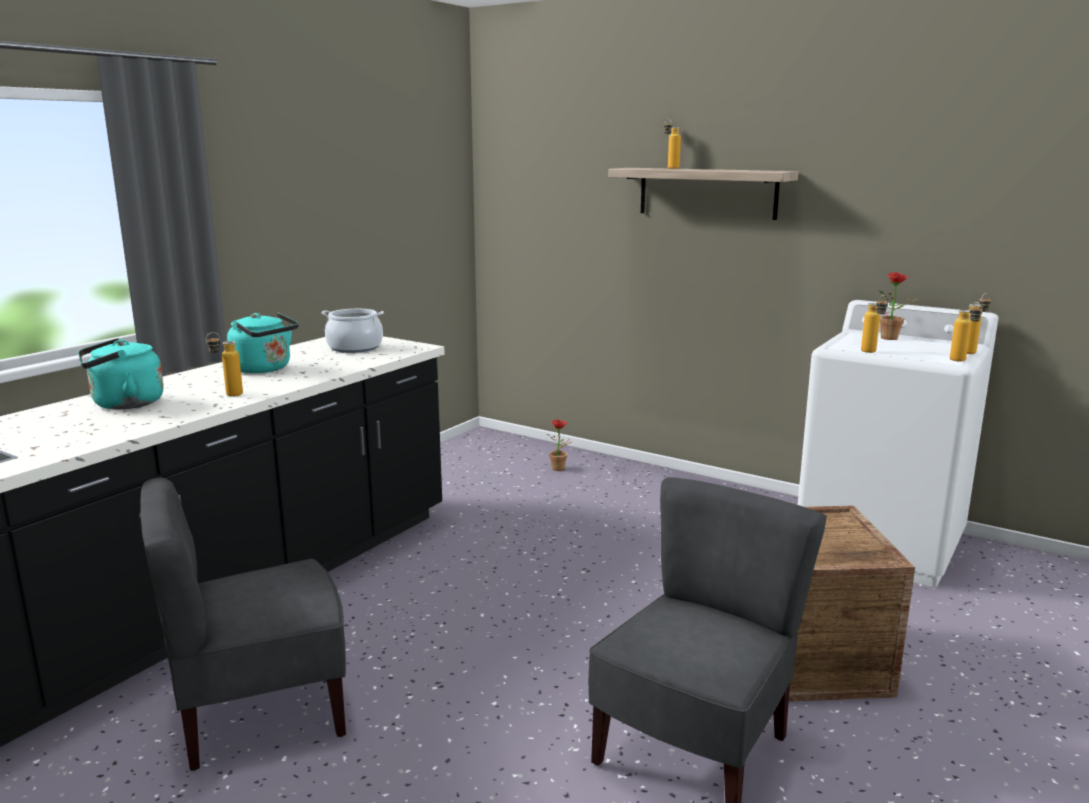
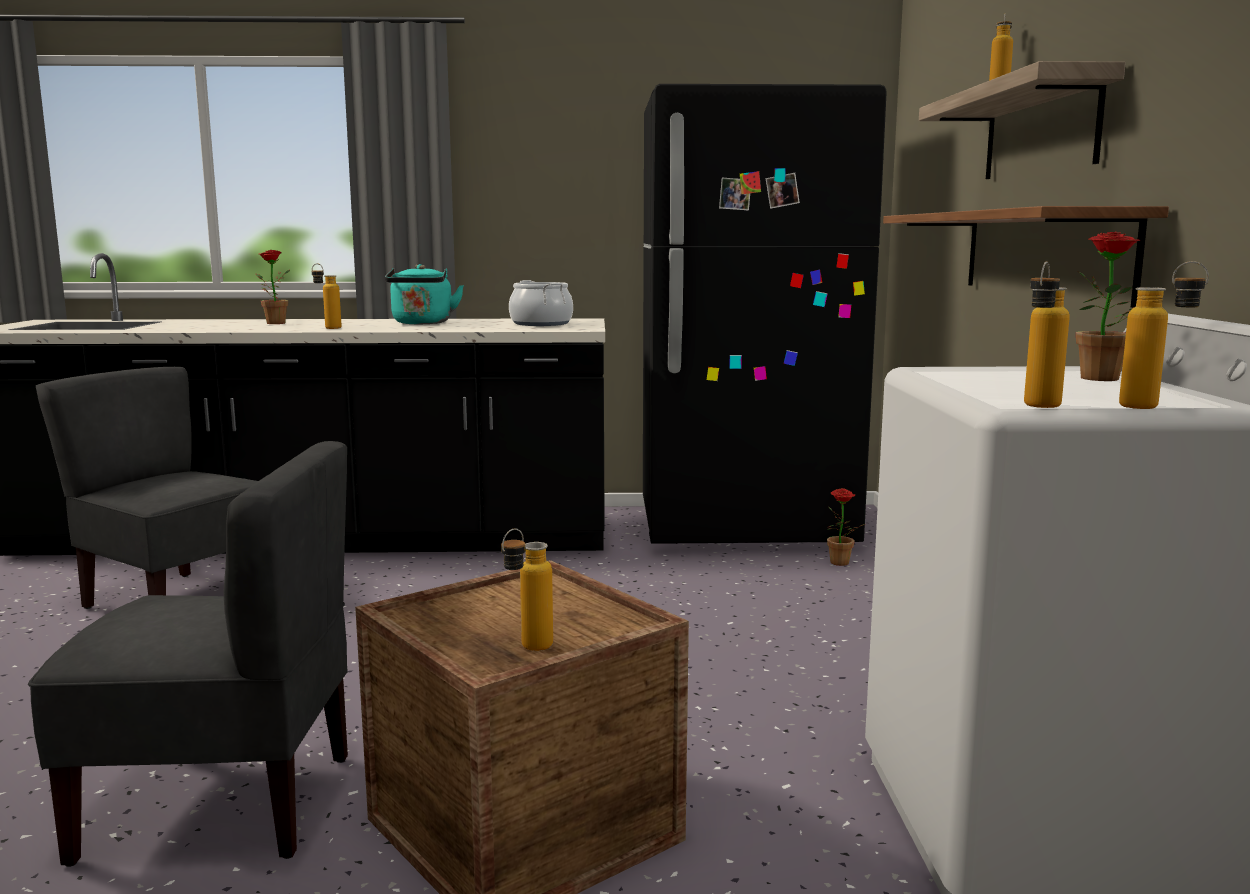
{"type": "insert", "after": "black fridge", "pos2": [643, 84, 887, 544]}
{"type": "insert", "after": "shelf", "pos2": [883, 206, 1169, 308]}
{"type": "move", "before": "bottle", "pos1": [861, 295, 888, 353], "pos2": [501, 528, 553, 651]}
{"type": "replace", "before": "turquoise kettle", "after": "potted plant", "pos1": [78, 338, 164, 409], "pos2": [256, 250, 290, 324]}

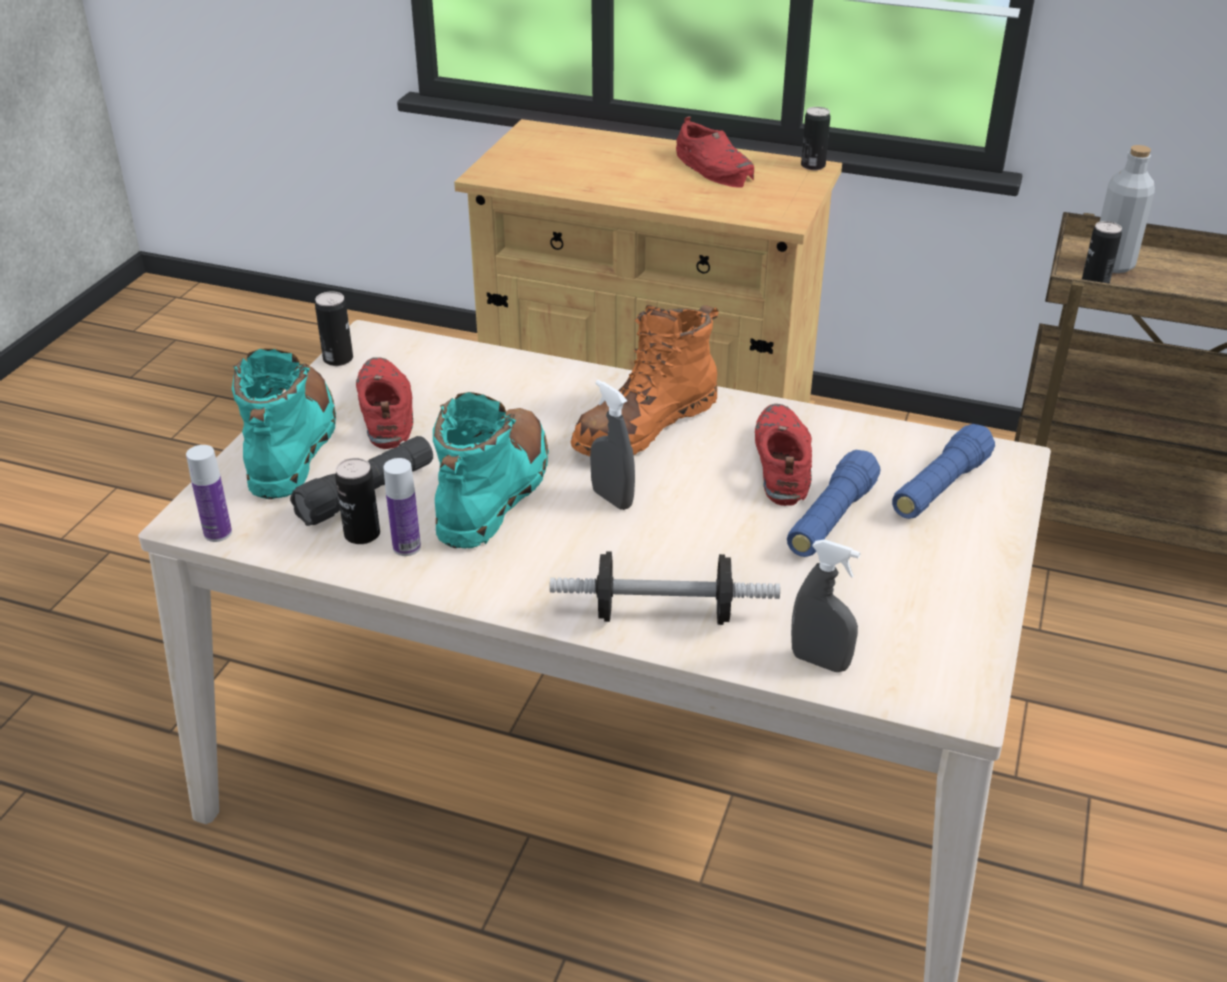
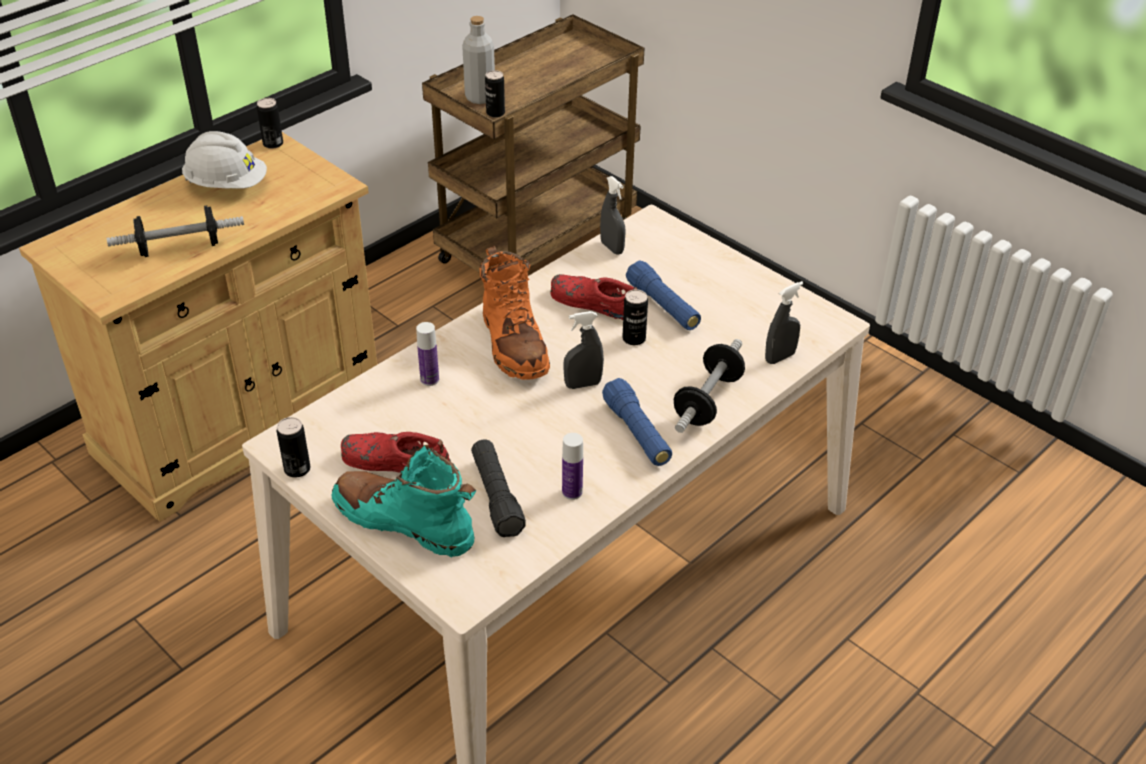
{"type": "delete", "before": "turquoise boot", "pos1": [433, 392, 549, 549]}
{"type": "insert", "after": "dumbbell", "pos2": [106, 206, 244, 257]}
{"type": "insert", "after": "grey spray bottle", "pos2": [600, 176, 626, 255]}
{"type": "move", "before": "bottle", "pos1": [186, 445, 232, 542], "pos2": [416, 322, 439, 386]}
{"type": "move", "before": "can", "pos1": [335, 458, 380, 544], "pos2": [622, 289, 648, 345]}
{"type": "move", "before": "blue flashlight", "pos1": [892, 424, 995, 519], "pos2": [602, 378, 672, 466]}
{"type": "replace", "before": "red shoe", "after": "white hard hat", "pos1": [676, 116, 754, 188], "pos2": [182, 131, 267, 189]}

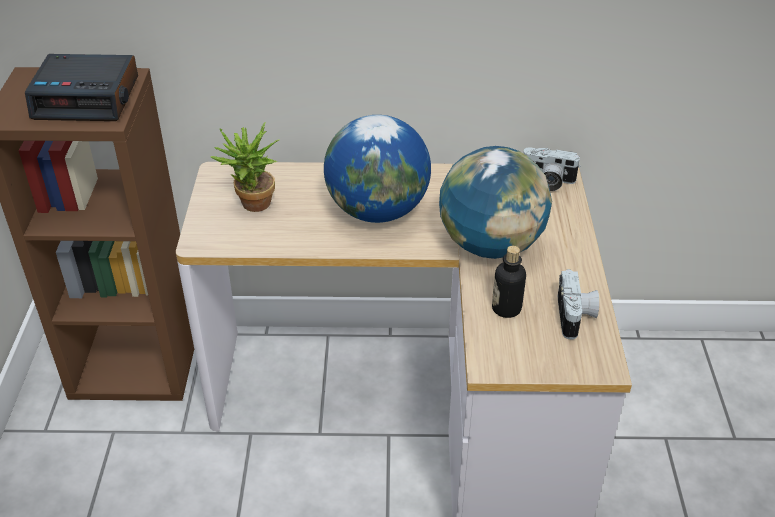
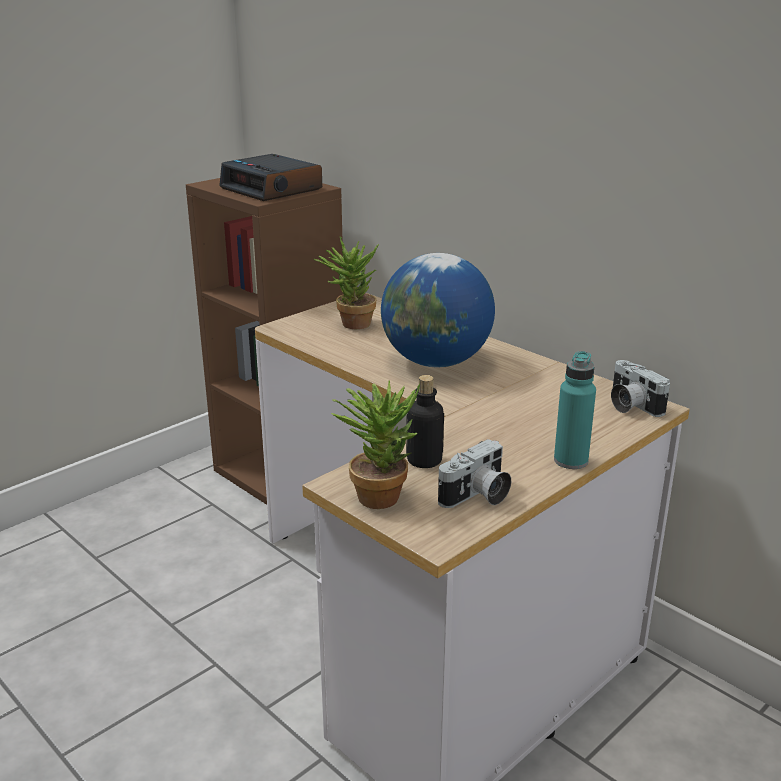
{"type": "delete", "before": "globe", "pos1": [439, 146, 552, 259]}
{"type": "insert", "after": "potted plant", "pos2": [331, 380, 420, 509]}
{"type": "insert", "after": "turquoise bottle", "pos2": [554, 351, 596, 469]}

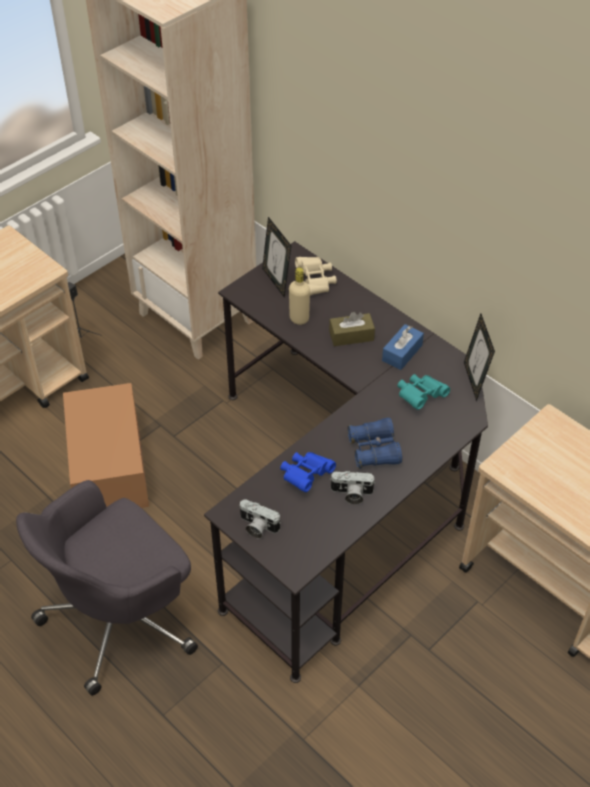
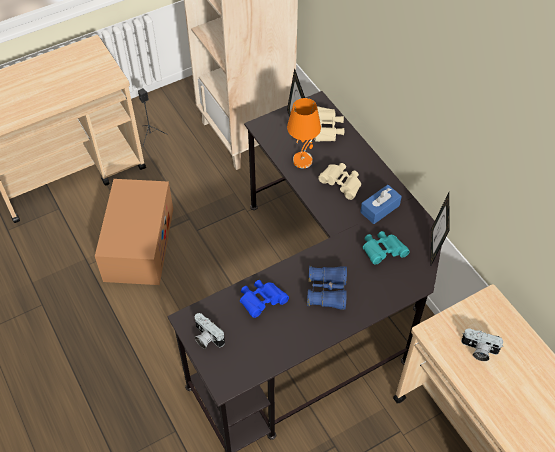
{"type": "delete", "before": "grey office chair", "pos1": [16, 480, 198, 696]}
{"type": "move", "before": "photo camera", "pos1": [330, 471, 376, 504], "pos2": [461, 328, 503, 361]}
{"type": "replace", "before": "beige bottle", "after": "orange table lamp", "pos1": [289, 267, 310, 325], "pos2": [287, 98, 321, 168]}
{"type": "replace", "before": "brown tissue box", "after": "beige binoculars", "pos1": [329, 312, 375, 346], "pos2": [318, 163, 361, 200]}

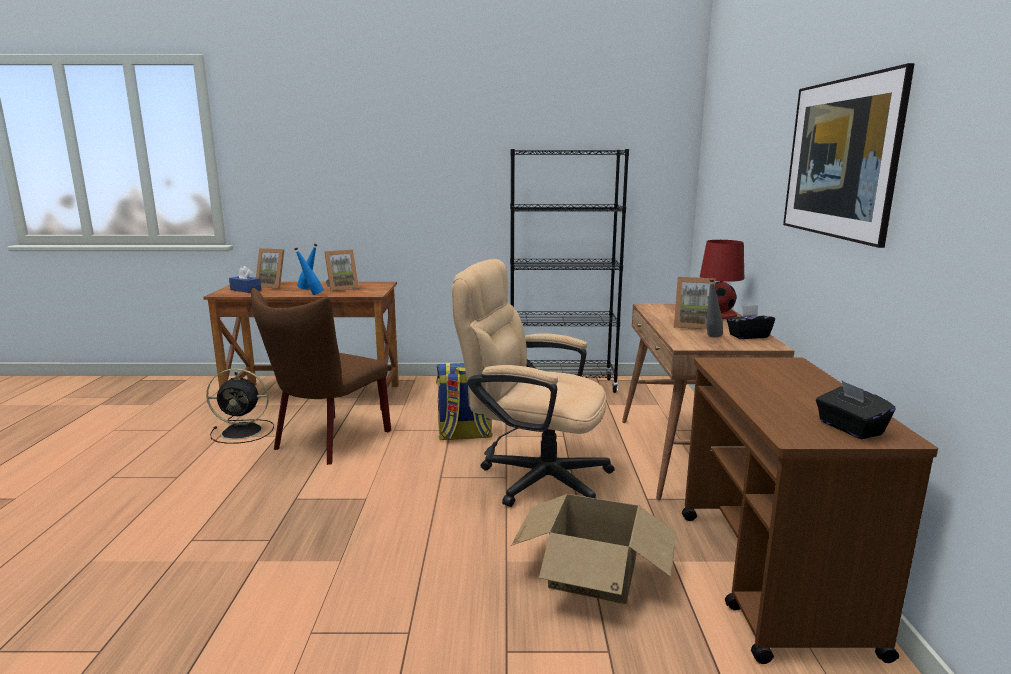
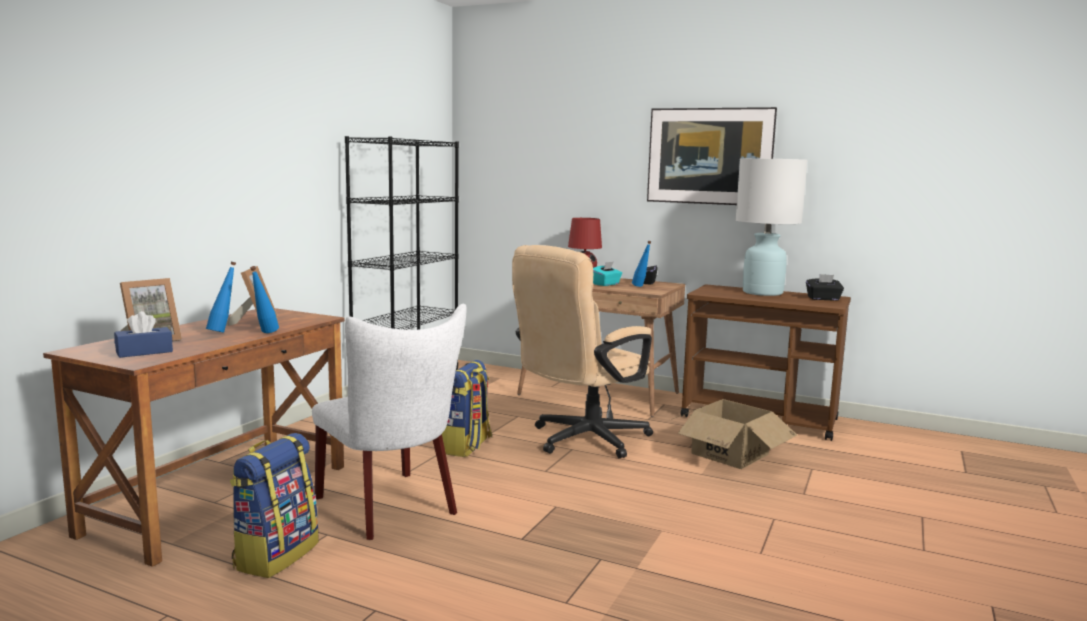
{"type": "insert", "after": "white table lamp", "pos2": [736, 158, 808, 296]}
{"type": "replace", "before": "black fan", "after": "backpack", "pos1": [206, 368, 274, 444], "pos2": [230, 433, 319, 578]}
{"type": "replace", "before": "picture frame", "after": "turquoise tissue box", "pos1": [674, 277, 716, 330], "pos2": [593, 262, 622, 286]}
{"type": "recolor", "before": "brown chair", "after": "white chair", "pos1": [251, 288, 391, 465], "pos2": [312, 304, 467, 540]}
{"type": "recolor", "before": "grey bottle", "after": "blue bottle", "pos1": [706, 278, 723, 337], "pos2": [632, 241, 651, 287]}

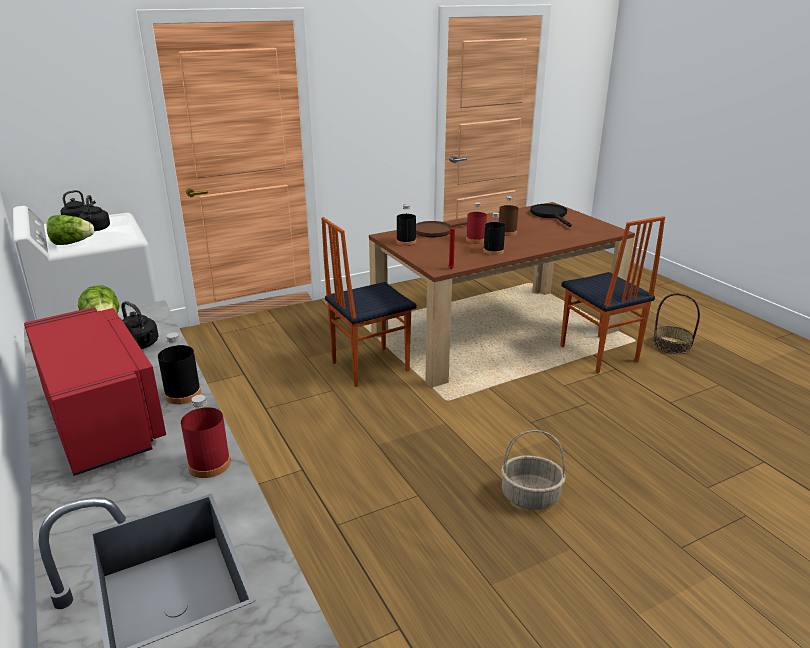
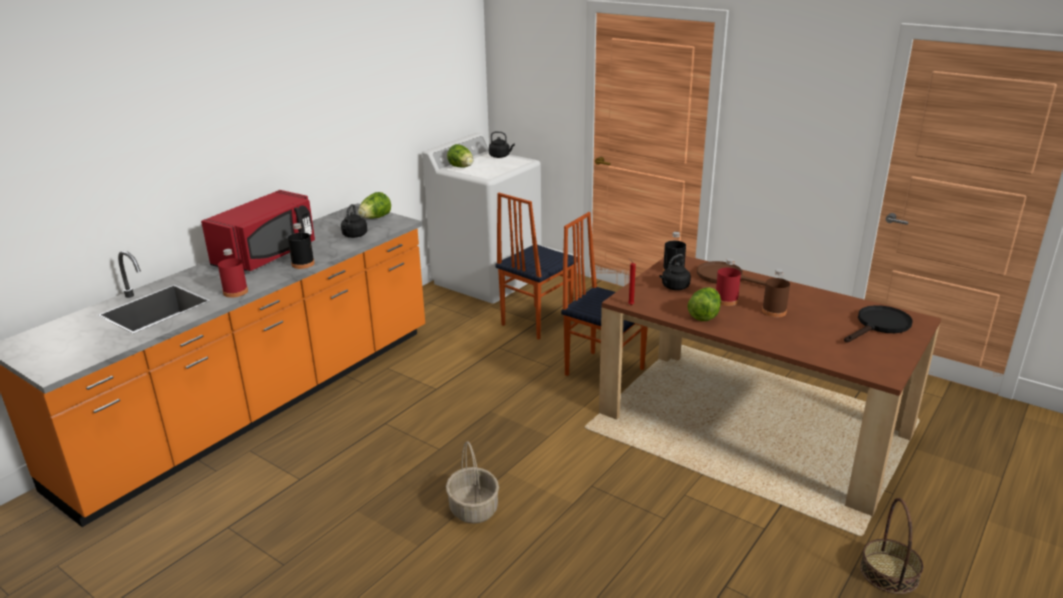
{"type": "move", "before": "black kettle", "pos1": [79, 195, 110, 231], "pos2": [660, 254, 691, 290]}
{"type": "move", "before": "chair", "pos1": [560, 216, 665, 373], "pos2": [495, 193, 577, 340]}
{"type": "replace", "before": "black bottle", "after": "lettuce", "pos1": [483, 212, 505, 255], "pos2": [687, 287, 721, 321]}

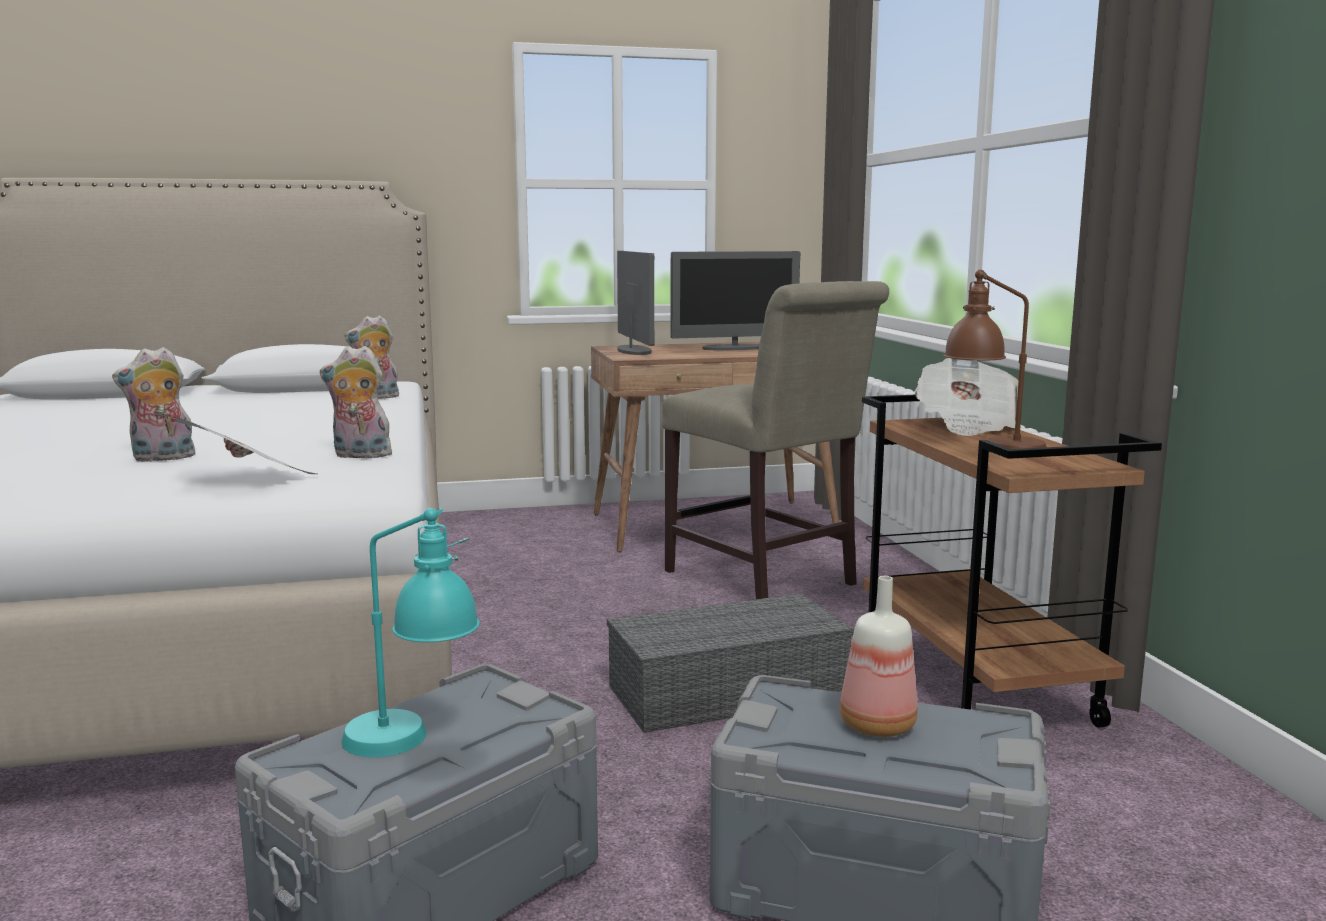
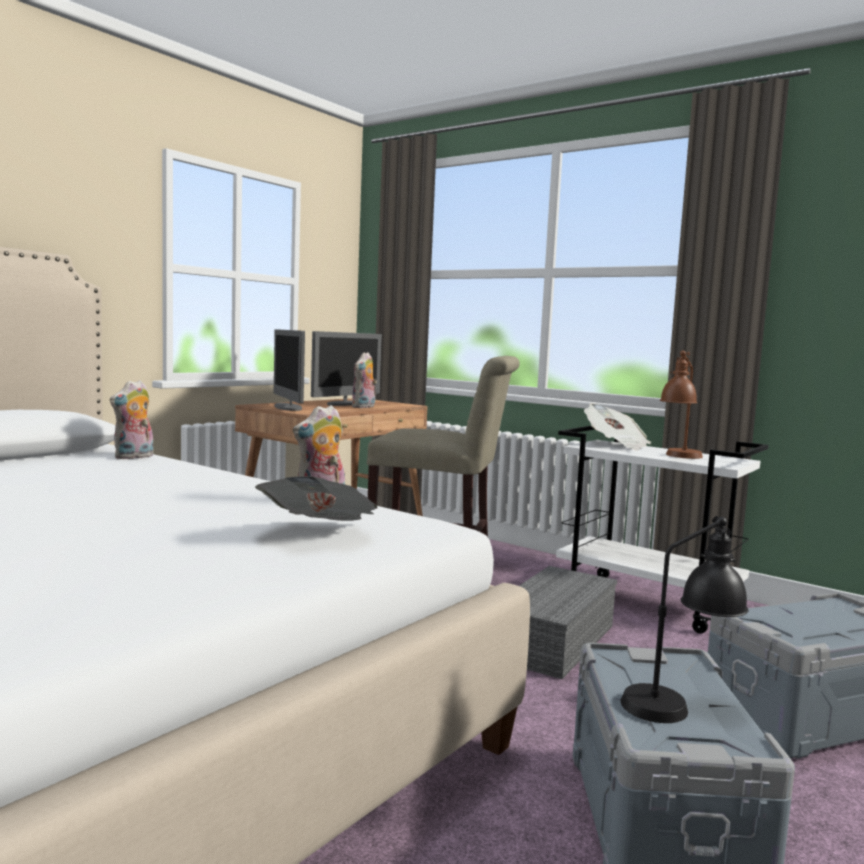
{"type": "delete", "before": "bottle", "pos1": [840, 576, 918, 737]}
{"type": "move", "before": "plush toy", "pos1": [112, 347, 195, 462], "pos2": [352, 352, 377, 408]}
{"type": "recolor", "before": "turquoise table lamp", "after": "black table lamp", "pos1": [341, 508, 480, 757], "pos2": [621, 516, 748, 723]}
{"type": "recolor", "before": "brown cart", "after": "white cart", "pos1": [862, 395, 1162, 728], "pos2": [556, 426, 769, 634]}
{"type": "rotate", "before": "monitor", "pos1": [617, 251, 655, 355], "pos2": [274, 329, 305, 411], "turn": -150}

